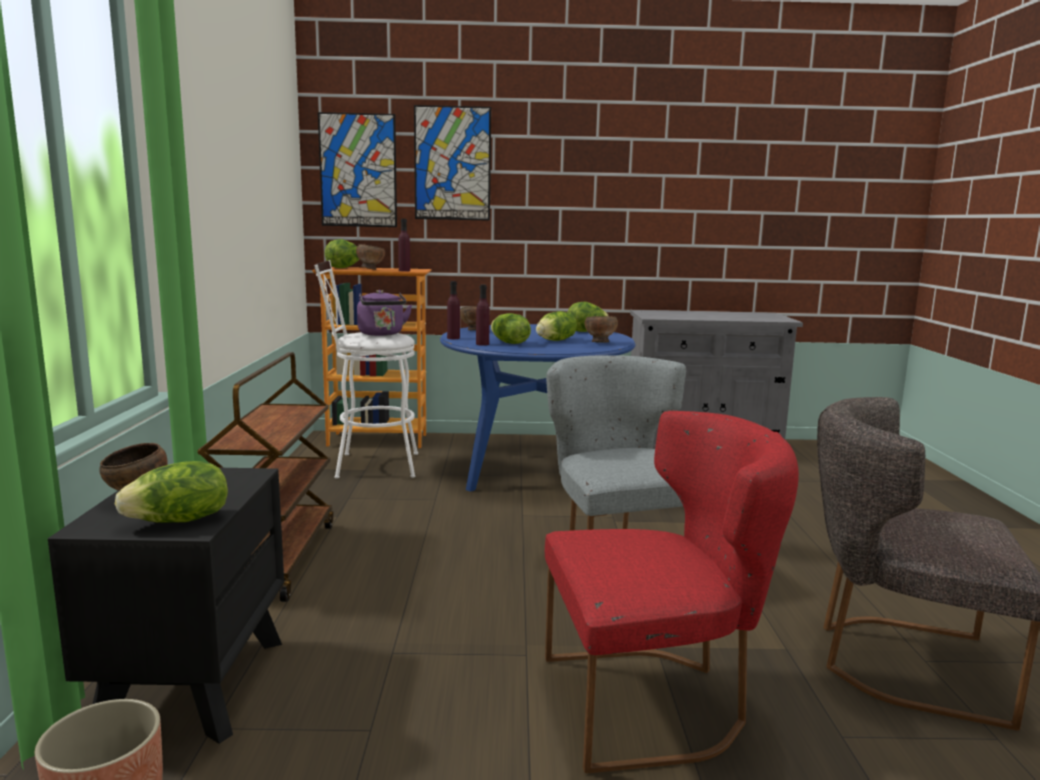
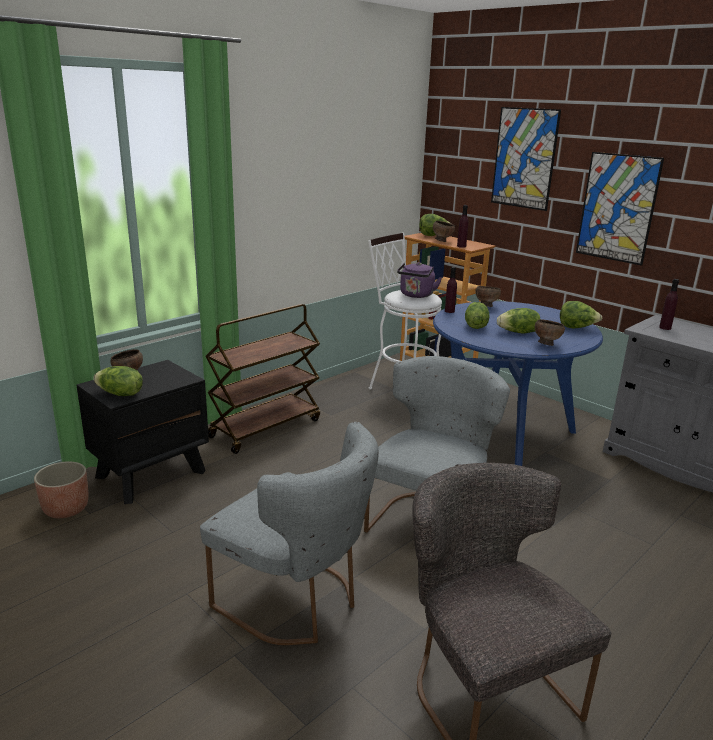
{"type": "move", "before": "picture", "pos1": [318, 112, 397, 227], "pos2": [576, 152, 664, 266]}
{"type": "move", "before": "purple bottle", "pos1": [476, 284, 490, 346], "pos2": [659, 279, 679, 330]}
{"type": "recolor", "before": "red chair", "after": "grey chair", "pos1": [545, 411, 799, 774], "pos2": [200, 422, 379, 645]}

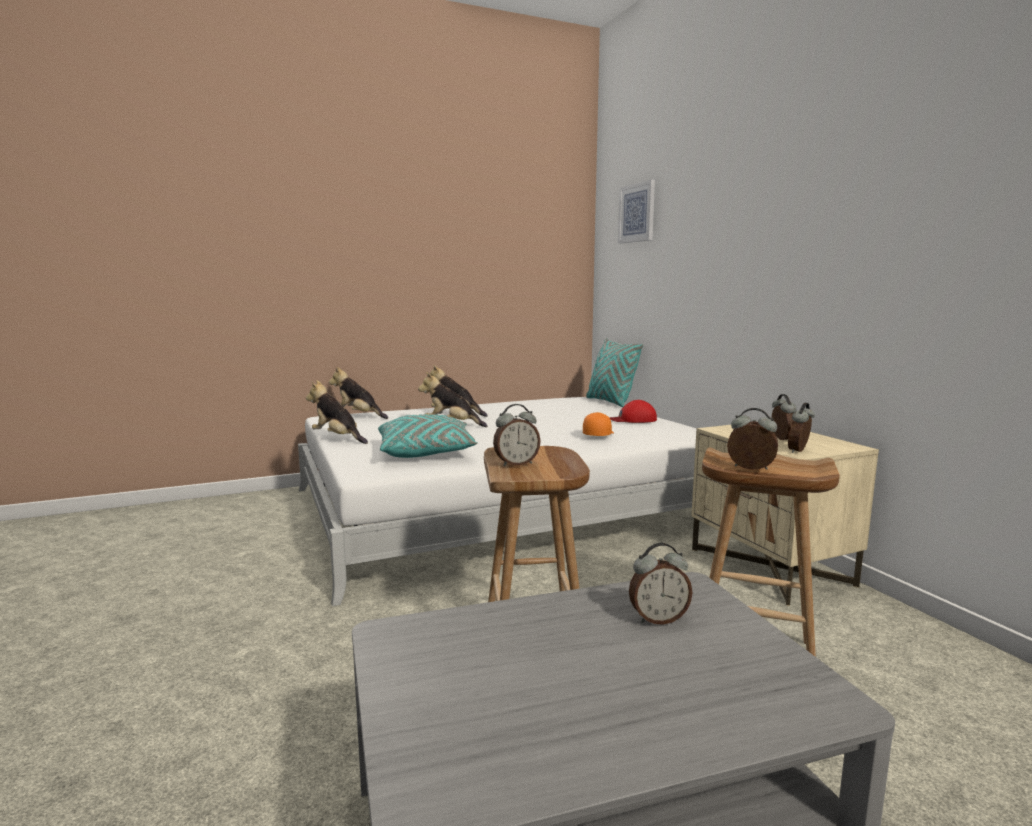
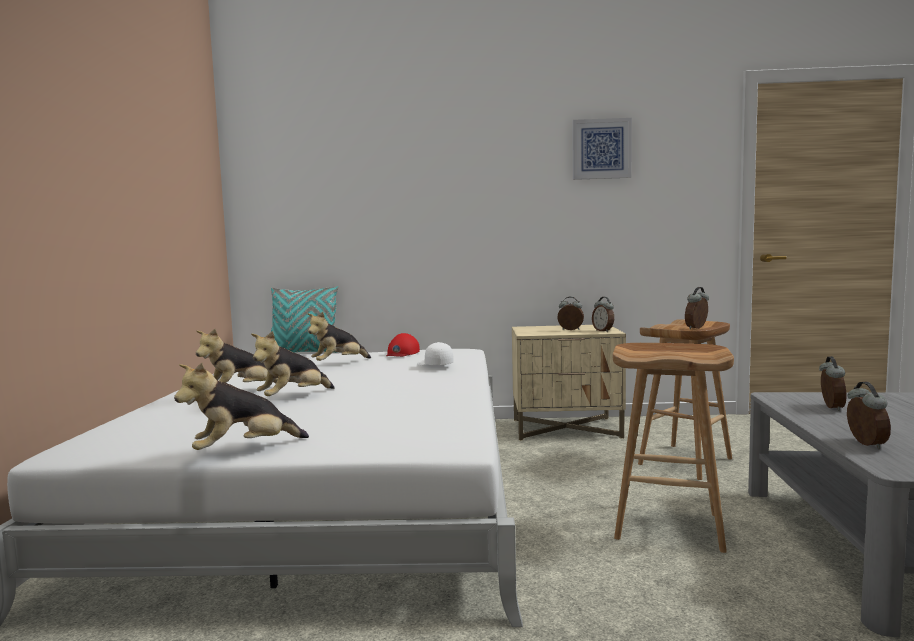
{"type": "delete", "before": "turquoise pillow", "pos1": [378, 414, 478, 458]}
{"type": "move", "before": "plush toy", "pos1": [329, 367, 388, 419], "pos2": [307, 312, 371, 361]}
{"type": "move", "before": "alarm clock", "pos1": [493, 404, 541, 467], "pos2": [847, 381, 891, 449]}
{"type": "move", "before": "picture", "pos1": [618, 180, 655, 243], "pos2": [572, 118, 632, 180]}
{"type": "recolor", "before": "orange cap", "after": "white cap", "pos1": [583, 412, 614, 436], "pos2": [417, 342, 453, 366]}

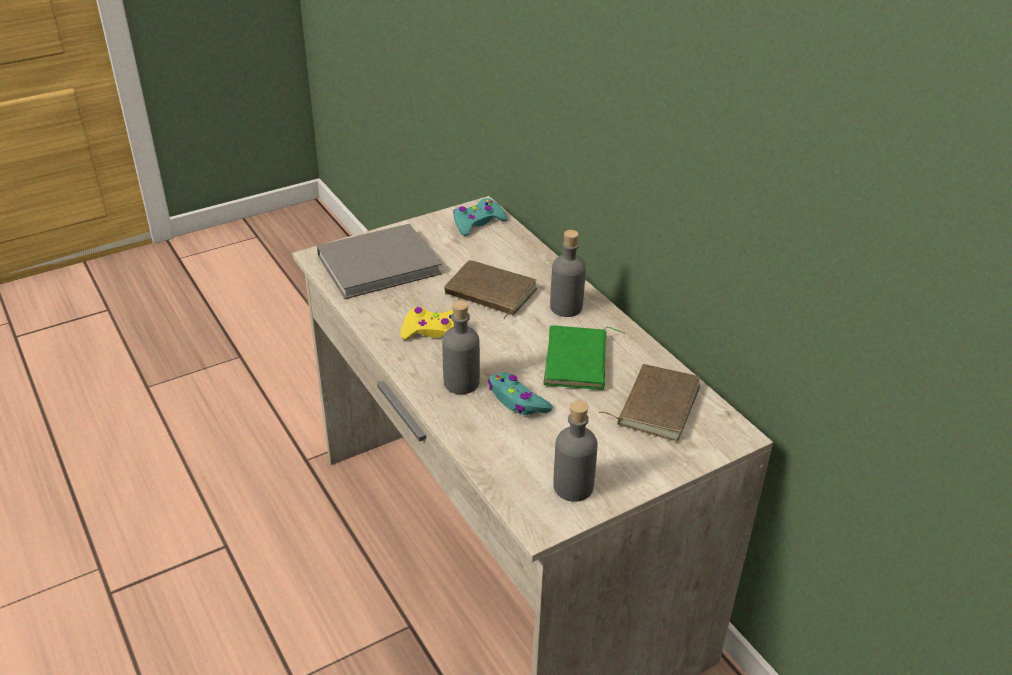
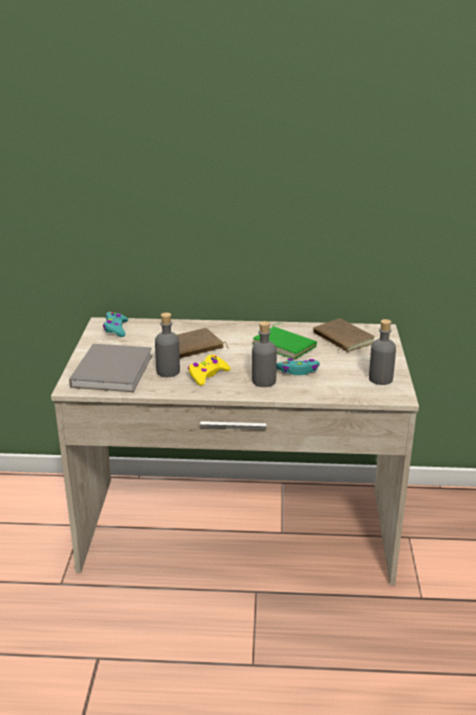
{"type": "move", "before": "grey bottle", "pos1": [550, 230, 586, 317], "pos2": [155, 313, 180, 377]}

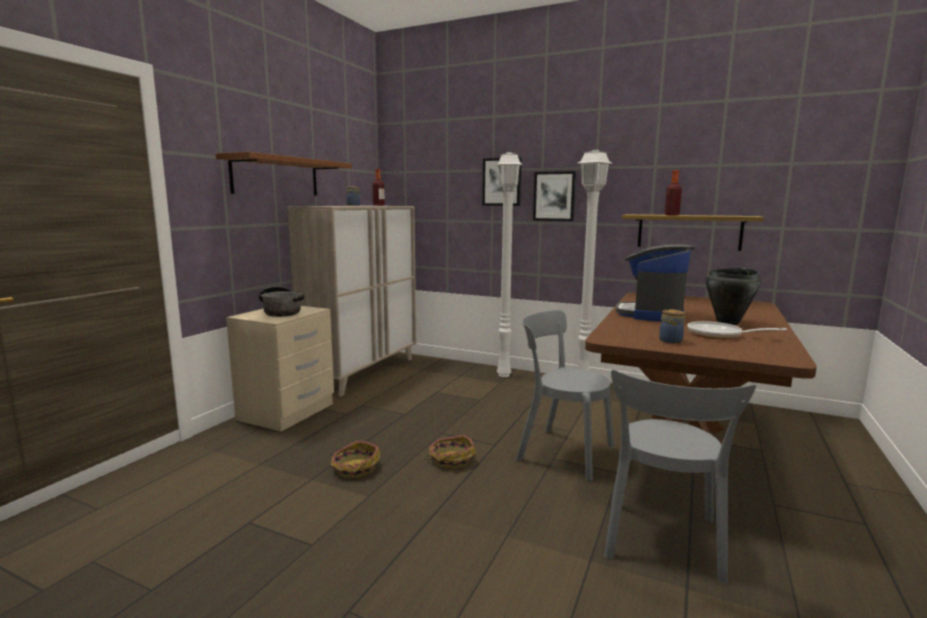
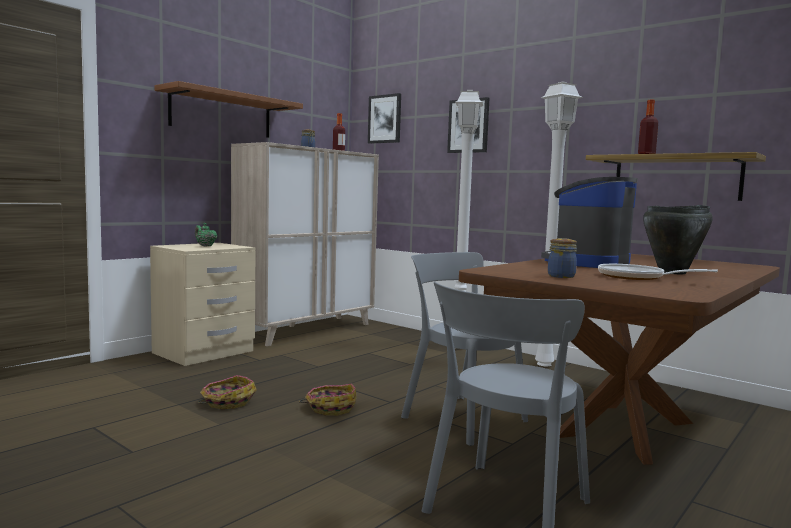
{"type": "move", "before": "picture", "pos1": [533, 171, 576, 221], "pos2": [368, 93, 401, 144]}
{"type": "replace", "before": "cooking pot", "after": "green teapot", "pos1": [259, 287, 305, 317], "pos2": [195, 223, 217, 246]}

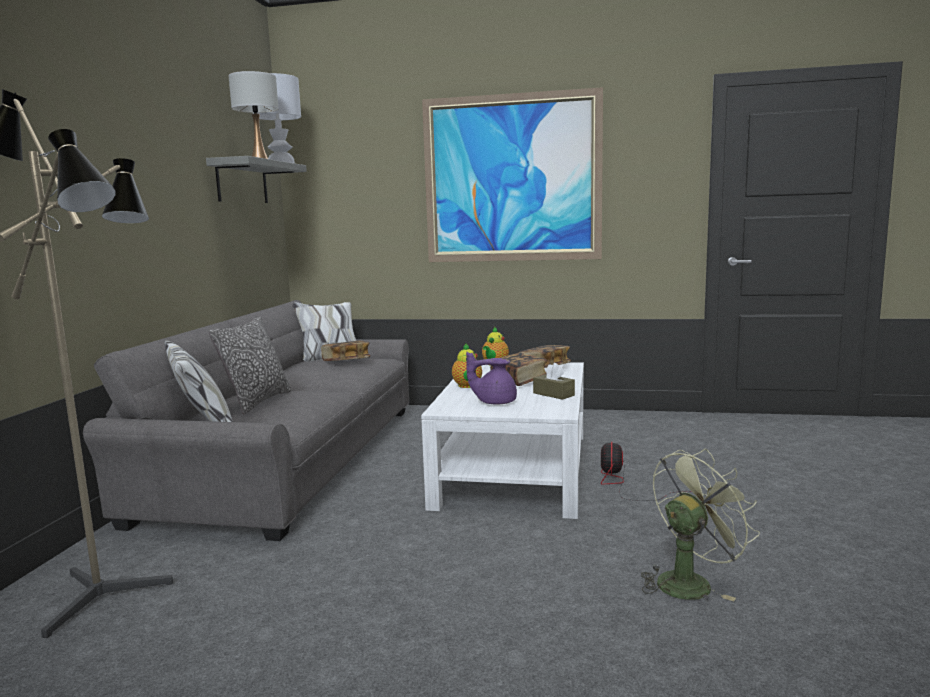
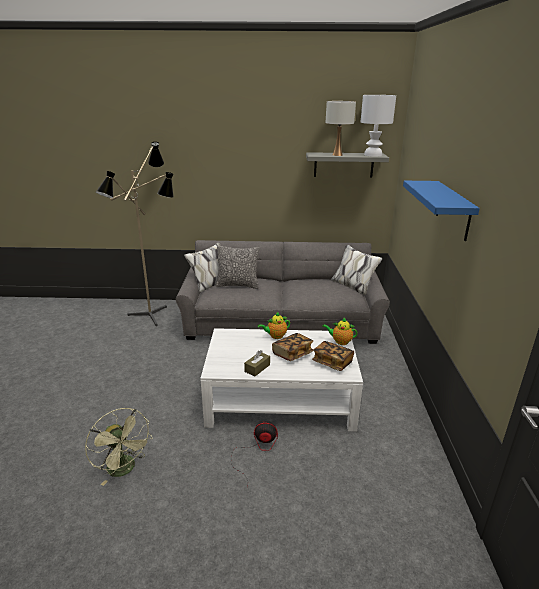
{"type": "delete", "before": "book", "pos1": [321, 341, 370, 361]}
{"type": "delete", "before": "purple teapot", "pos1": [466, 352, 517, 405]}
{"type": "replace", "before": "picture", "after": "blue shelf", "pos1": [422, 87, 603, 262], "pos2": [403, 181, 480, 241]}

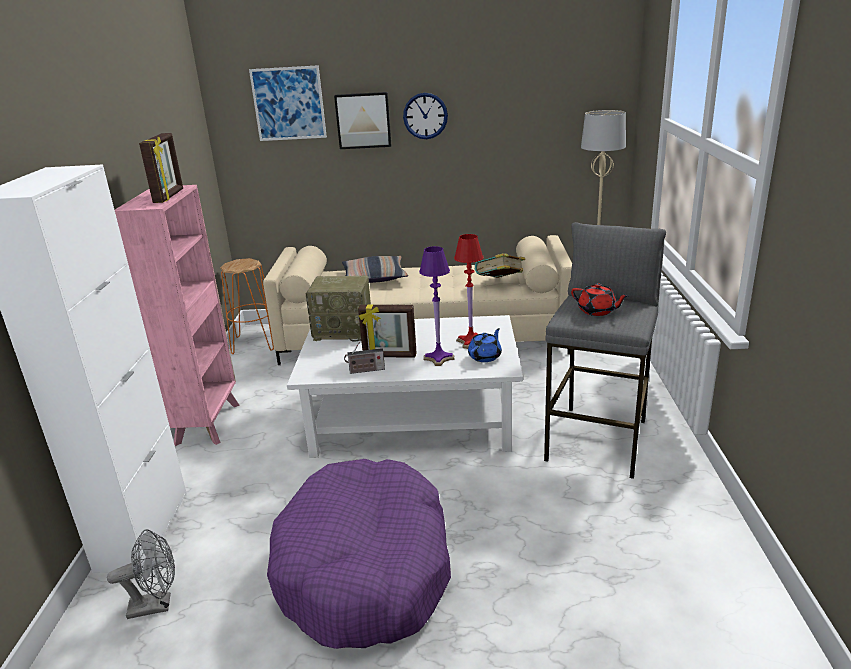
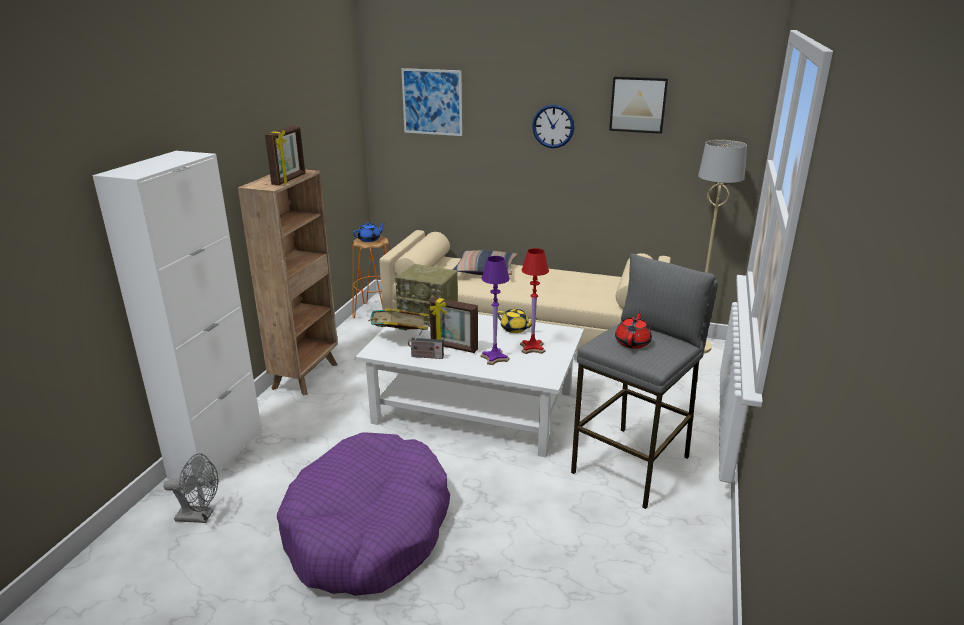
{"type": "insert", "after": "yellow teapot", "pos2": [498, 308, 537, 333]}
{"type": "move", "before": "picture", "pos1": [334, 92, 392, 149], "pos2": [609, 76, 668, 134]}
{"type": "move", "before": "blue teapot", "pos1": [468, 328, 502, 362], "pos2": [353, 222, 385, 242]}
{"type": "move", "before": "book", "pos1": [475, 253, 525, 278], "pos2": [369, 308, 429, 330]}
{"type": "recolor", "before": "pink bookcase", "after": "brown bookcase", "pos1": [115, 185, 240, 446], "pos2": [238, 170, 338, 396]}
{"type": "rotate", "before": "red teapot", "pos1": [571, 283, 629, 316], "pos2": [615, 311, 652, 349], "turn": -120}

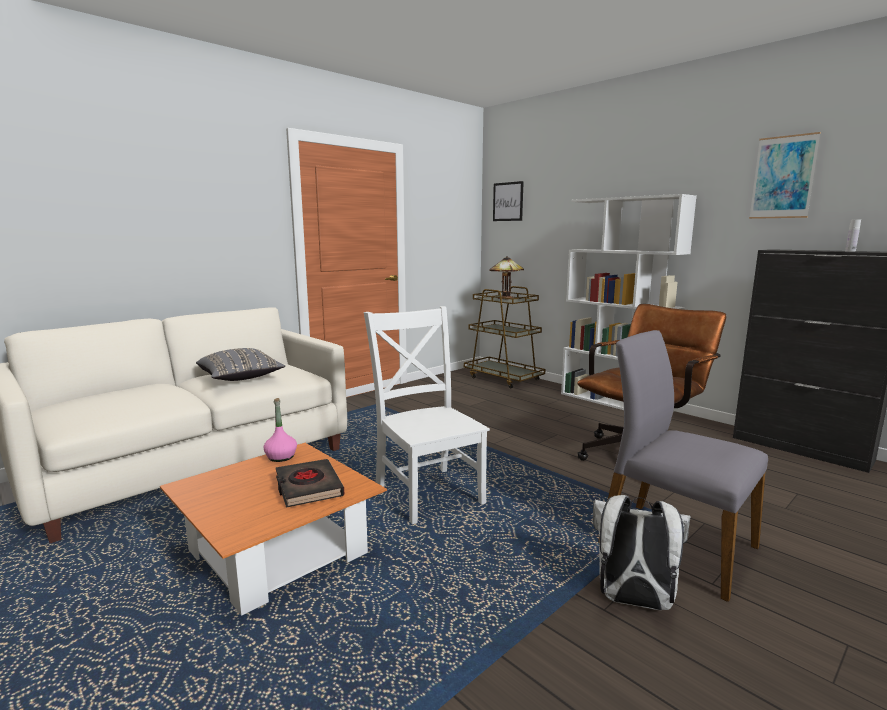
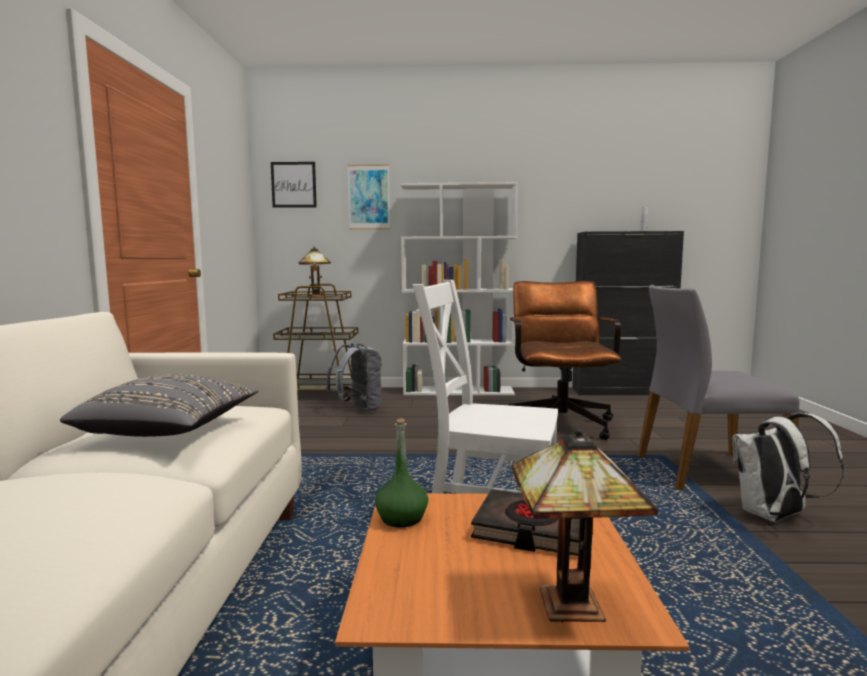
{"type": "insert", "after": "grey backpack", "pos2": [326, 342, 382, 412]}
{"type": "insert", "after": "table lamp", "pos2": [512, 429, 658, 622]}
{"type": "move", "before": "picture", "pos1": [749, 132, 821, 219], "pos2": [347, 164, 390, 230]}
{"type": "recolor", "before": "pink bottle", "after": "green bottle", "pos1": [263, 398, 297, 462], "pos2": [375, 418, 428, 527]}

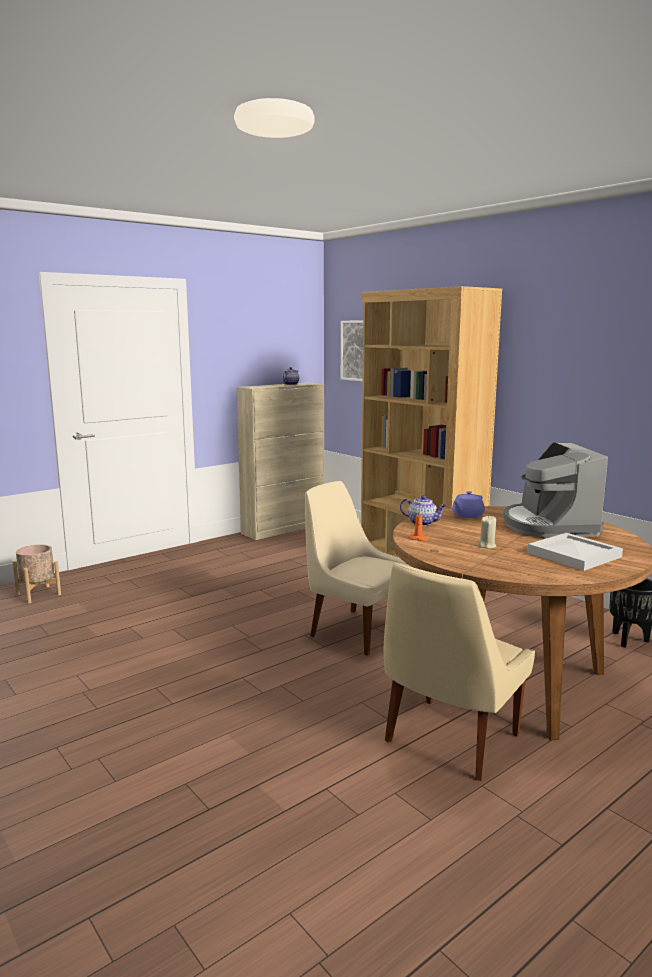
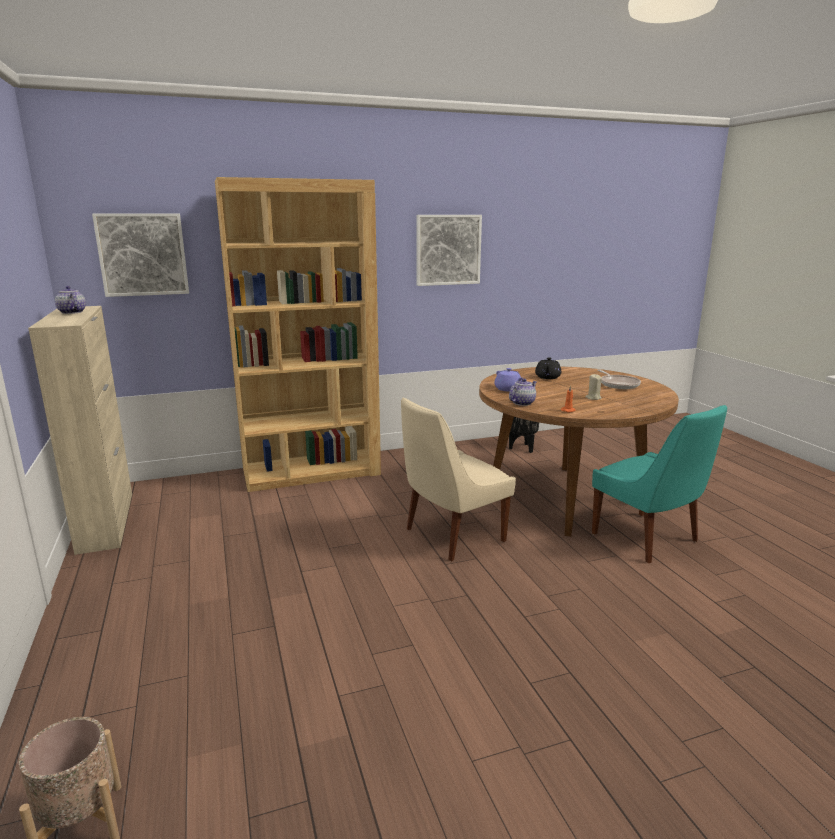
{"type": "insert", "after": "picture", "pos2": [417, 215, 482, 286]}
{"type": "replace", "before": "coffee machine", "after": "black teapot", "pos1": [503, 442, 608, 538], "pos2": [535, 357, 561, 379]}
{"type": "replace", "before": "white tray", "after": "frying pan", "pos1": [527, 533, 623, 571], "pos2": [597, 370, 641, 389]}
{"type": "recolor", "before": "beige chair", "after": "turquoise chair", "pos1": [384, 563, 535, 781], "pos2": [592, 405, 727, 563]}

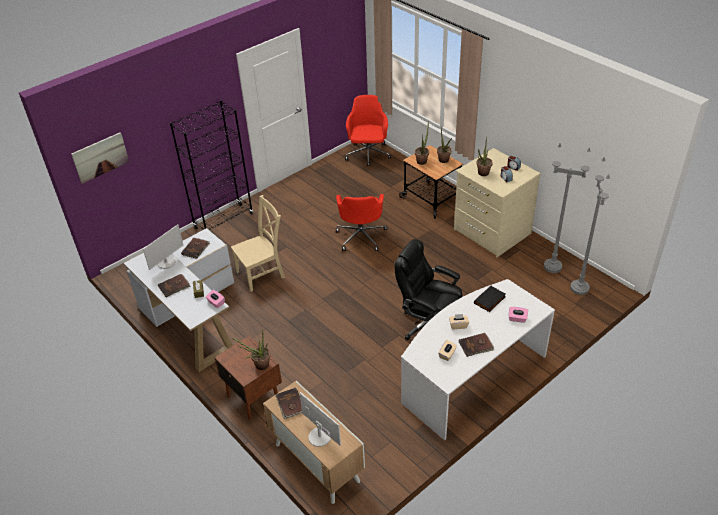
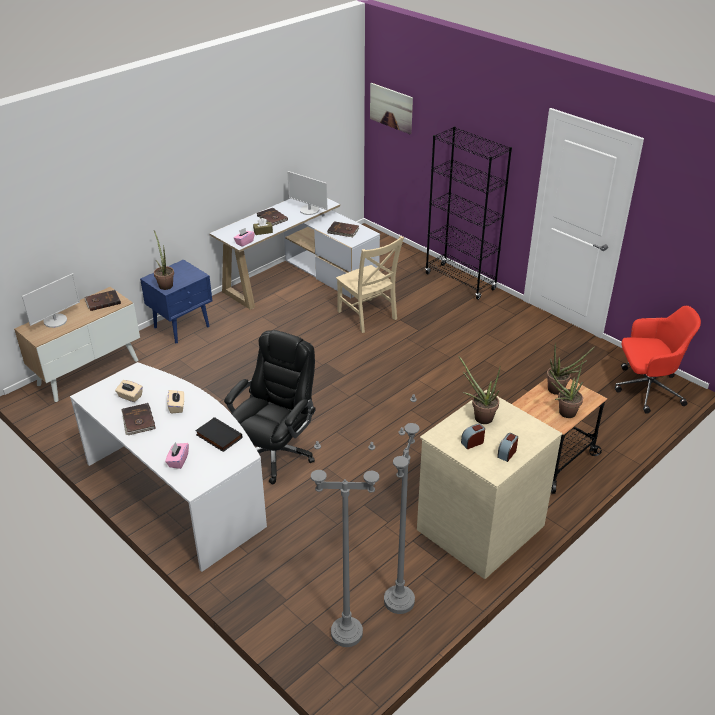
{"type": "delete", "before": "red office chair", "pos1": [336, 194, 387, 251]}
{"type": "recolor", "before": "brown nightstand", "after": "blue nightstand", "pos1": [214, 336, 282, 420], "pos2": [140, 259, 212, 343]}

